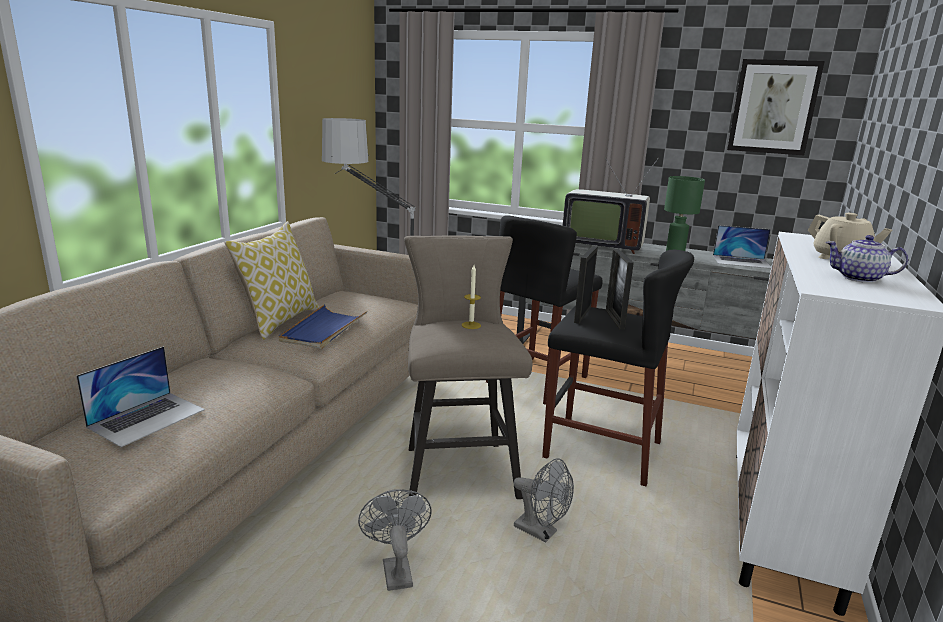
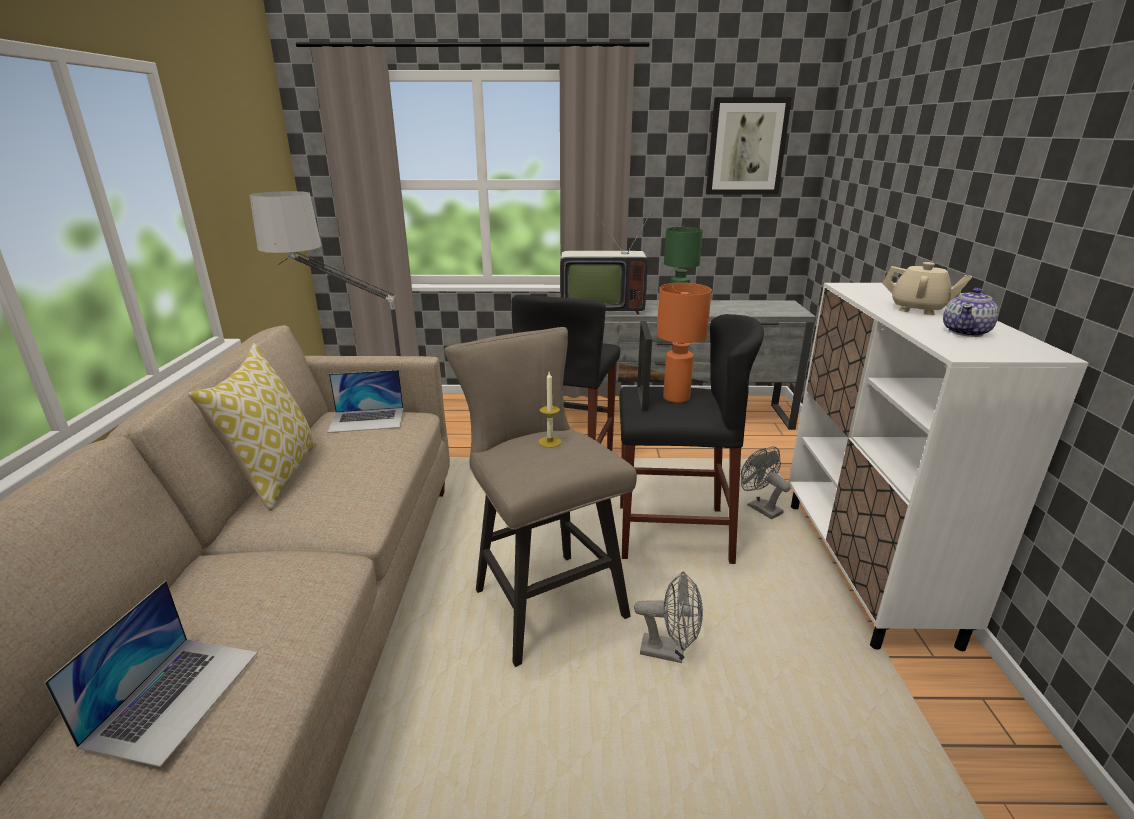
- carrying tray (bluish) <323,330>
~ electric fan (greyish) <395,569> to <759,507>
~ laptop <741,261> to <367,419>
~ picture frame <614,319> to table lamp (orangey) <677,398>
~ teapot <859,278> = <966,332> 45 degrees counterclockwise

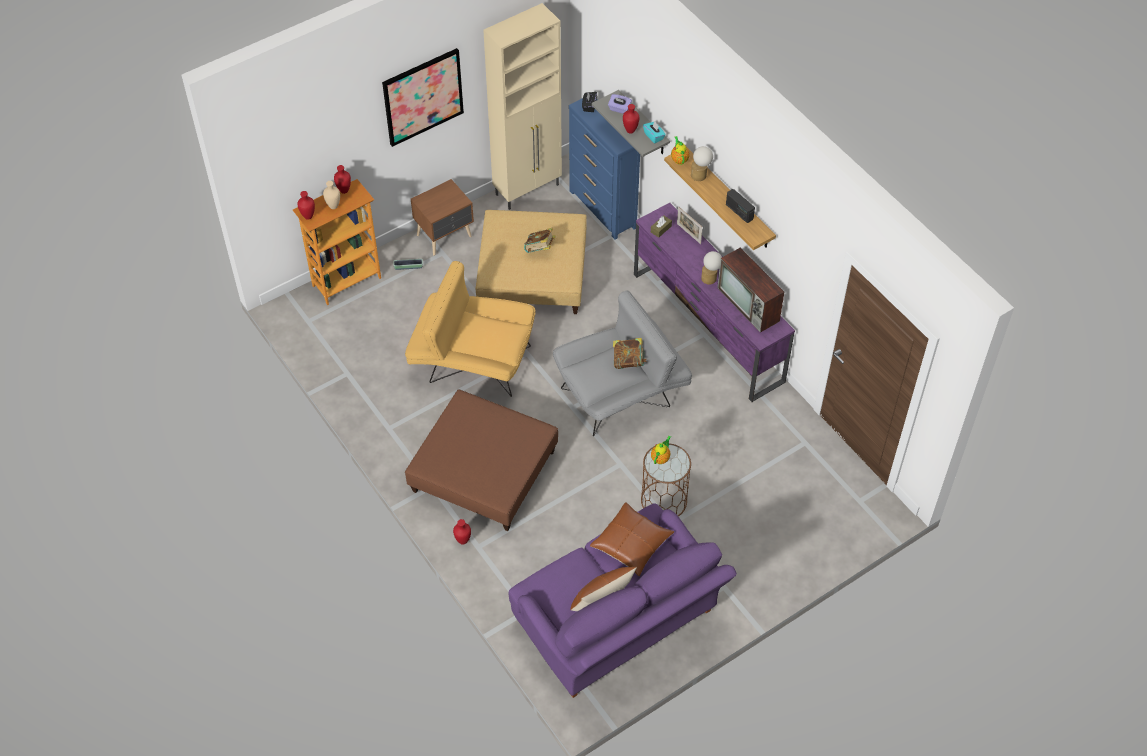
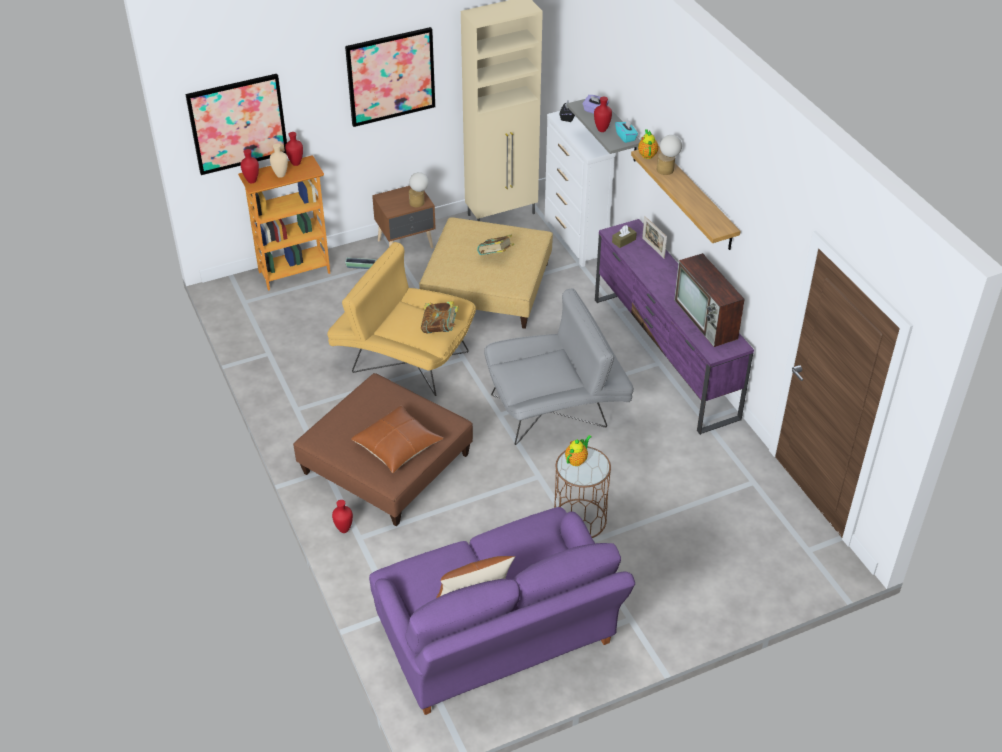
- radio receiver <739,212>
+ wall art <237,123>
~ pillow (brown-coloured) <631,544> to <397,446>
~ volume <629,361> to <440,328>
~ table lamp <710,277> to <419,202>
~ chest of drawers (bluish) <603,209> to chest of drawers (whitish) <575,239>

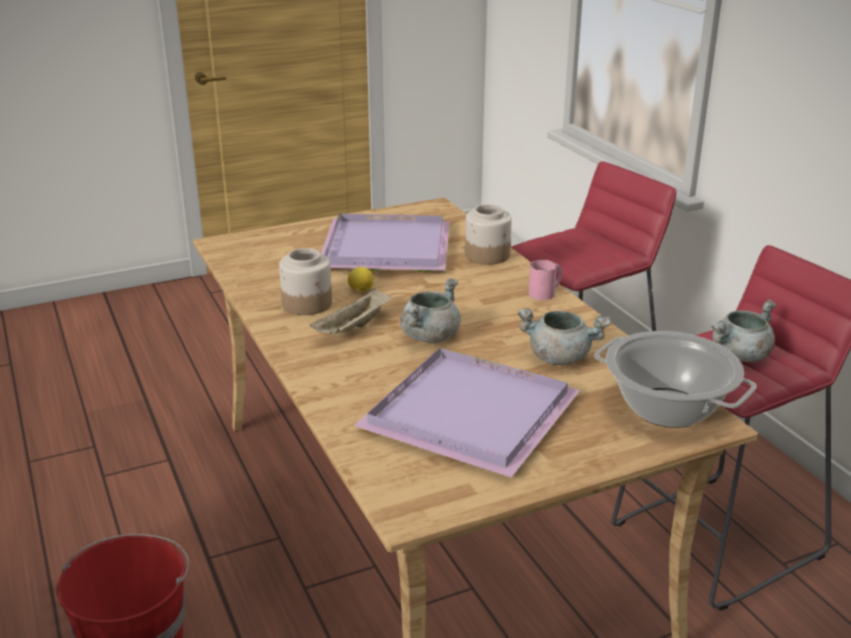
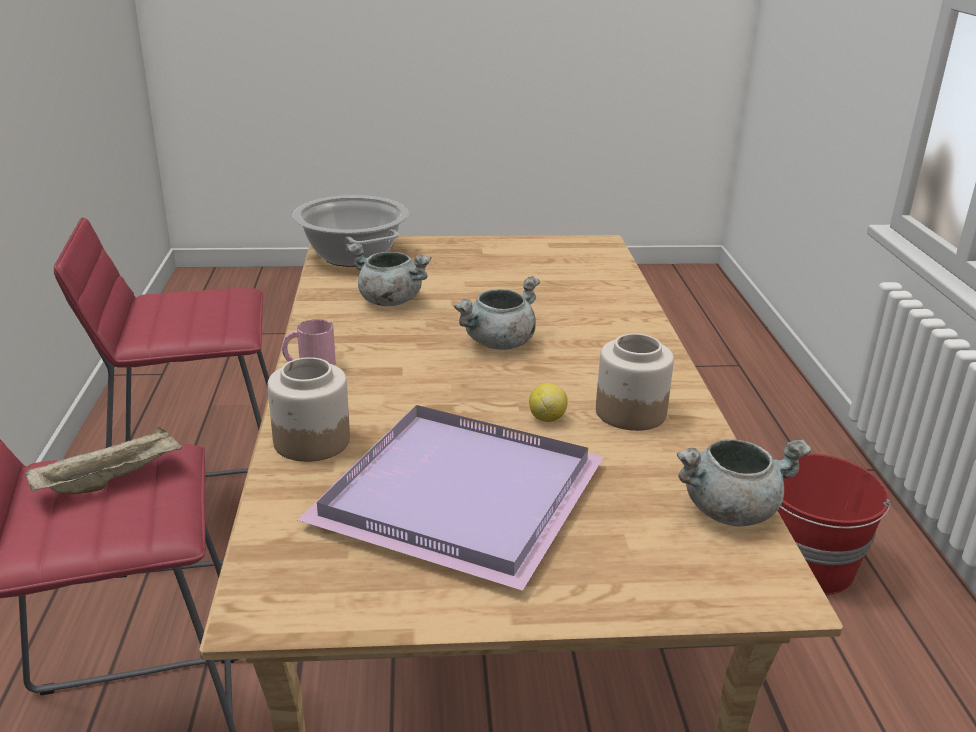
- carrying tray (purple-coloured) <465,415>
~ carrying tray (beige-coloured) <353,328> to <111,480>
~ saucepot (greyish) <740,355> to <731,509>

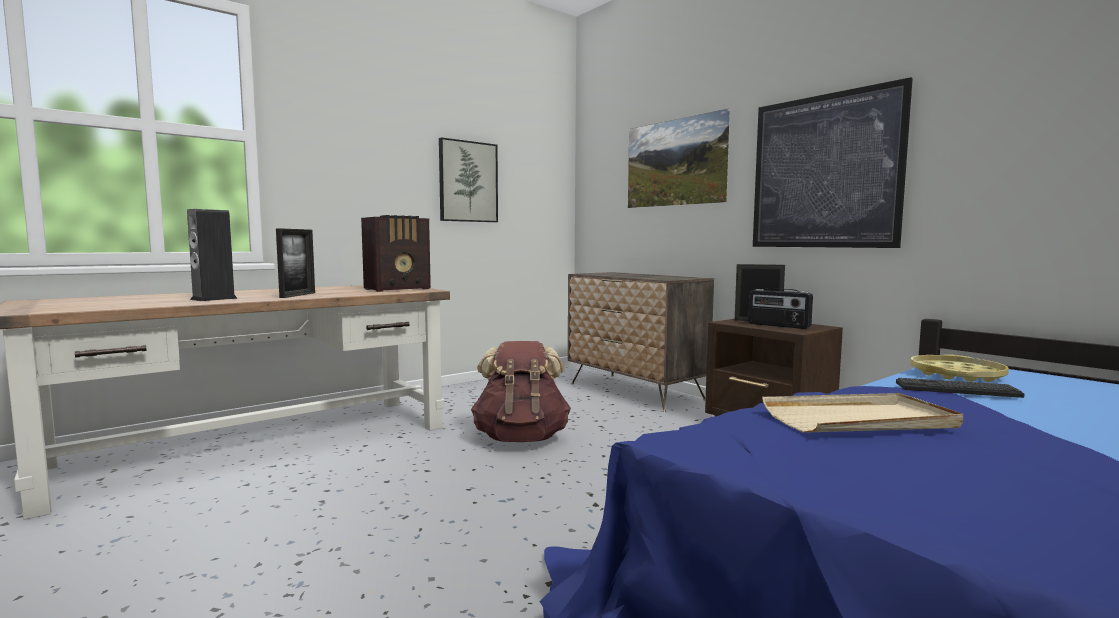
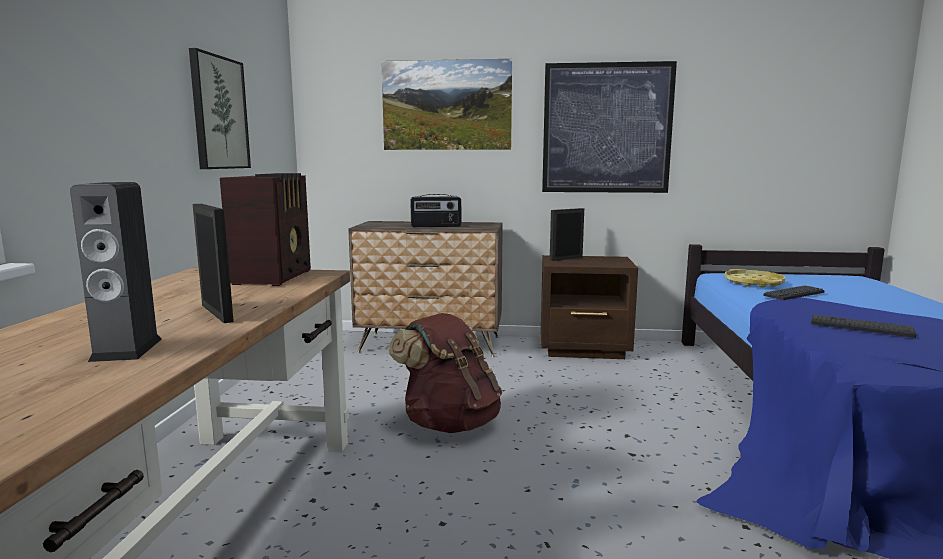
~ radio receiver <778,326> to <436,226>
~ carrying tray (beige-coloured) <860,420> to keyboard <861,327>

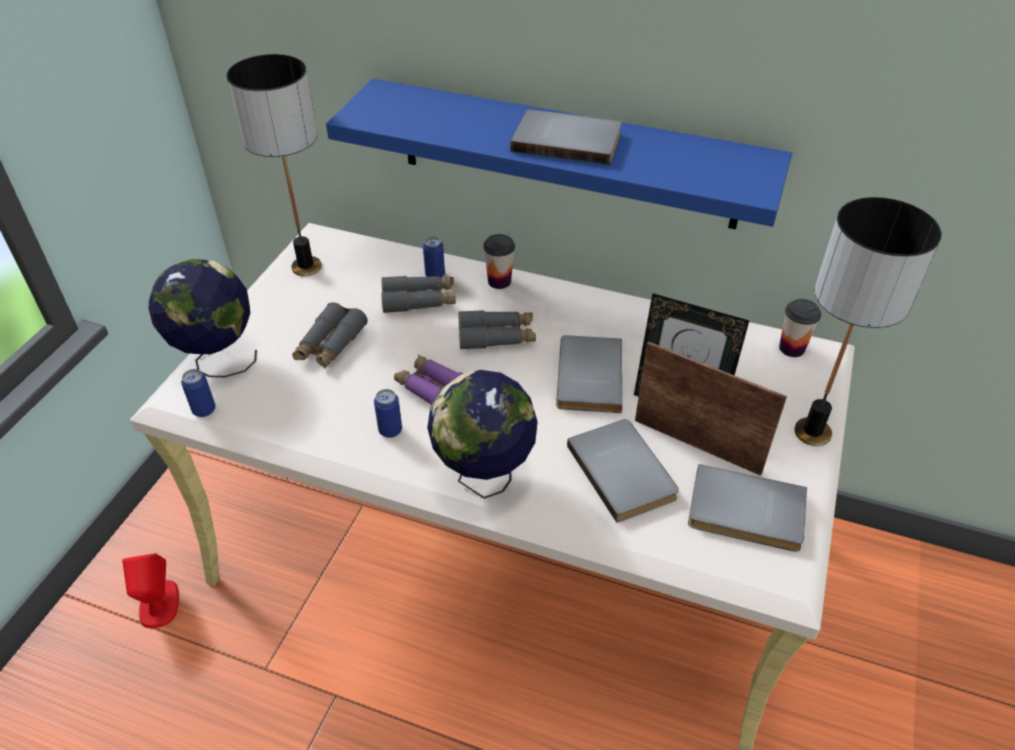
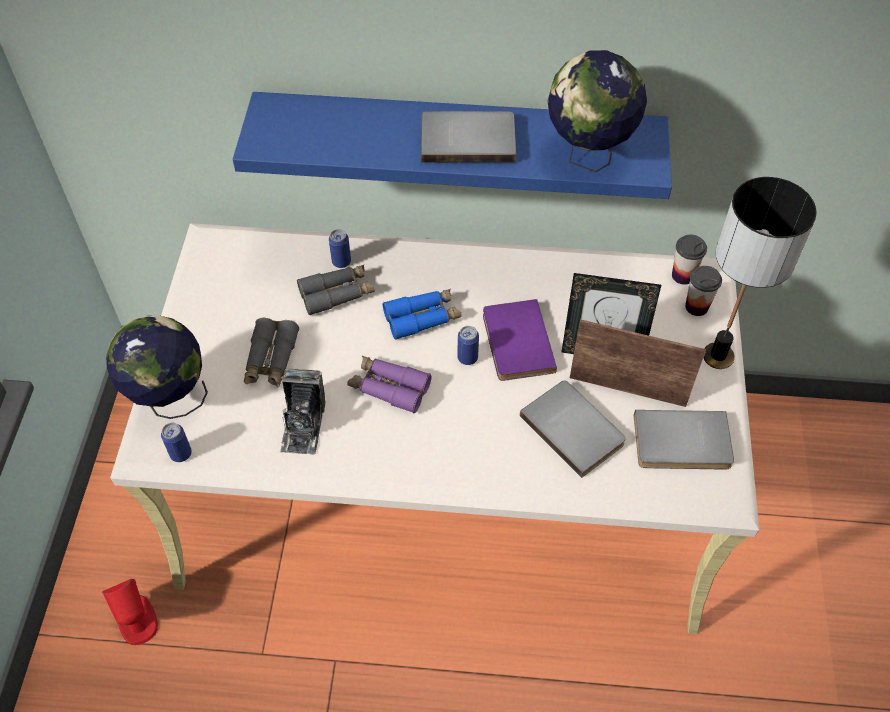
- table lamp <306,266>
+ photo camera <303,425>
~ metal can <390,430> to <467,358>
~ world globe <484,478> to <588,157>
~ small cup <499,281> to <696,307>
~ field glasses (greyish) <496,336> to field glasses (bluish) <422,318>
~ volume (greyish) <586,376> to volume (purple-coloured) <515,342>

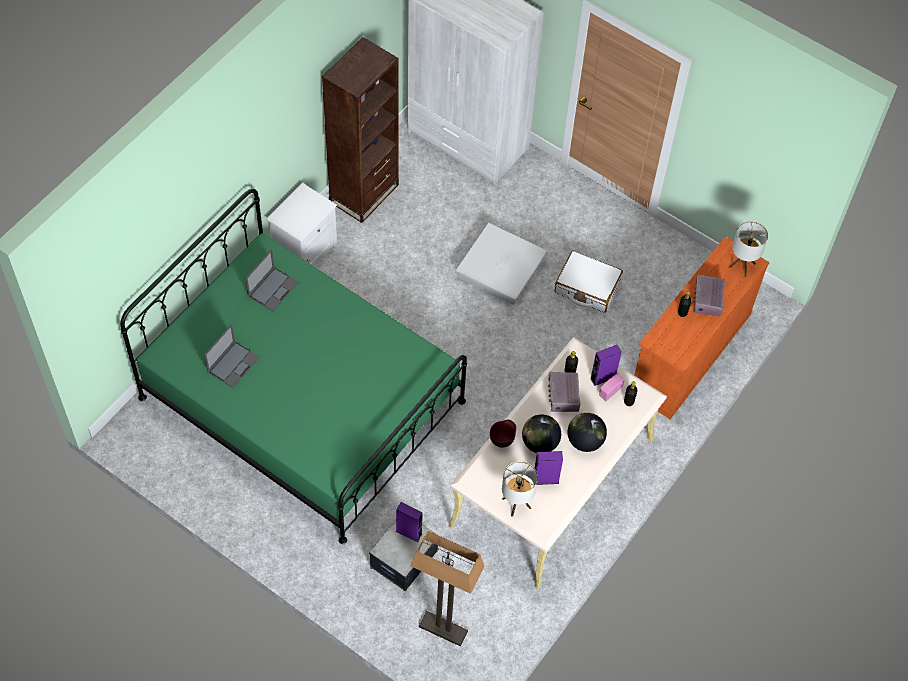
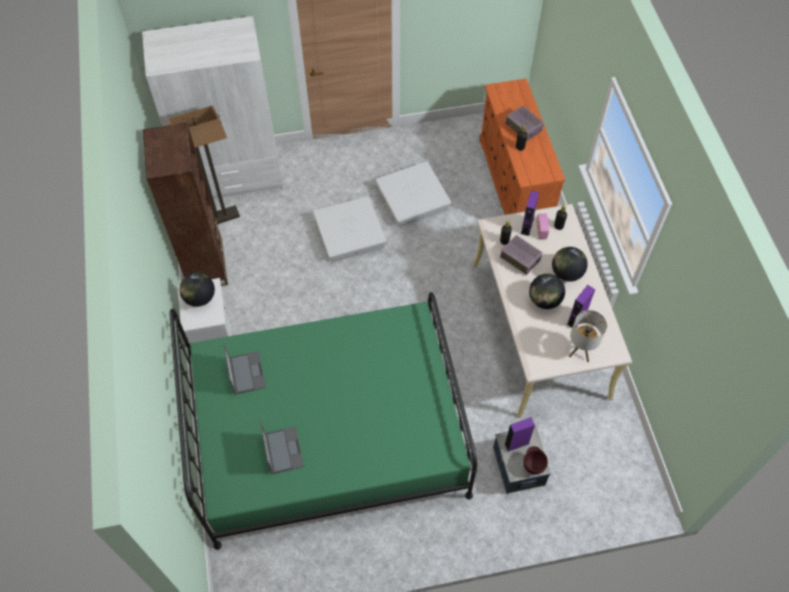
- table lamp <742,265>
+ world globe <200,298>
~ standing lamp <442,629> to <221,217>
~ bowl (brown-coloured) <502,440> to <533,465>
~ piece of luggage (whitish) <587,287> to storage container (whitish) <413,198>

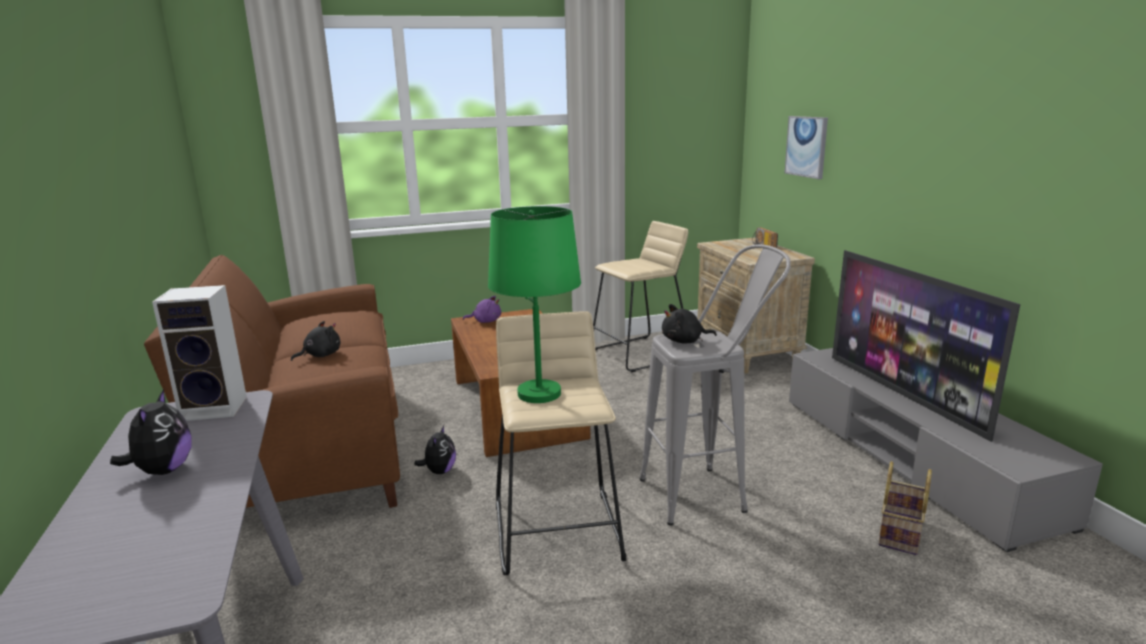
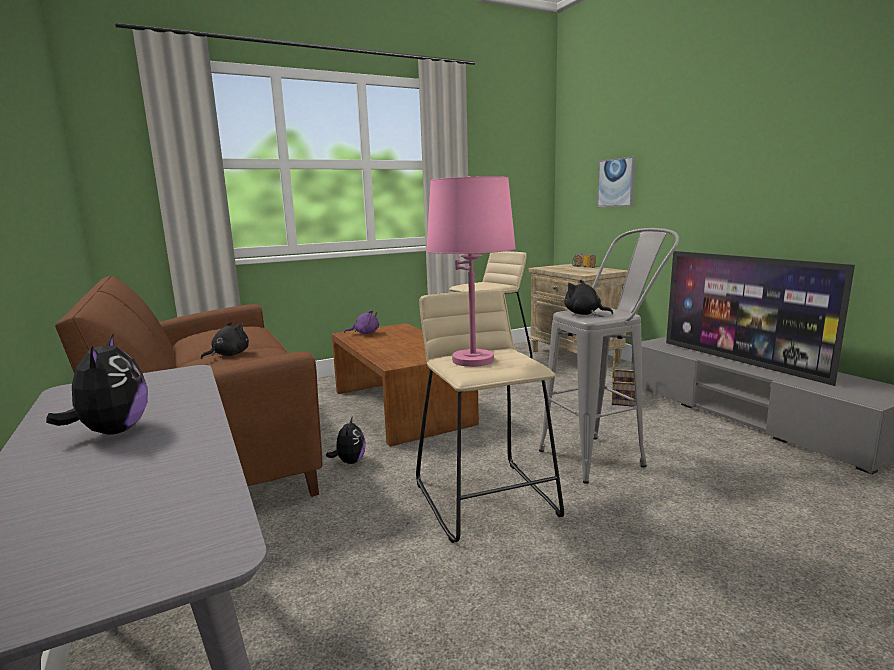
- loudspeaker <217,408>
~ basket <901,534> to <624,399>
~ table lamp (greenish) <540,394> to table lamp (pinkish) <473,360>
~ soft toy (black) <684,341> = <584,314> 60 degrees clockwise

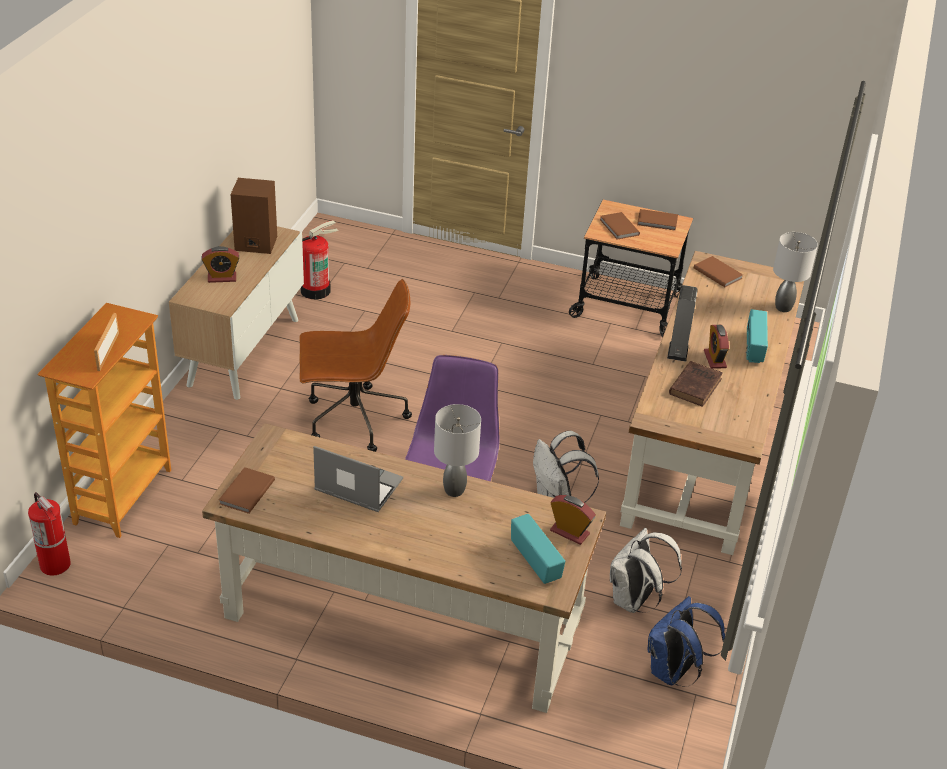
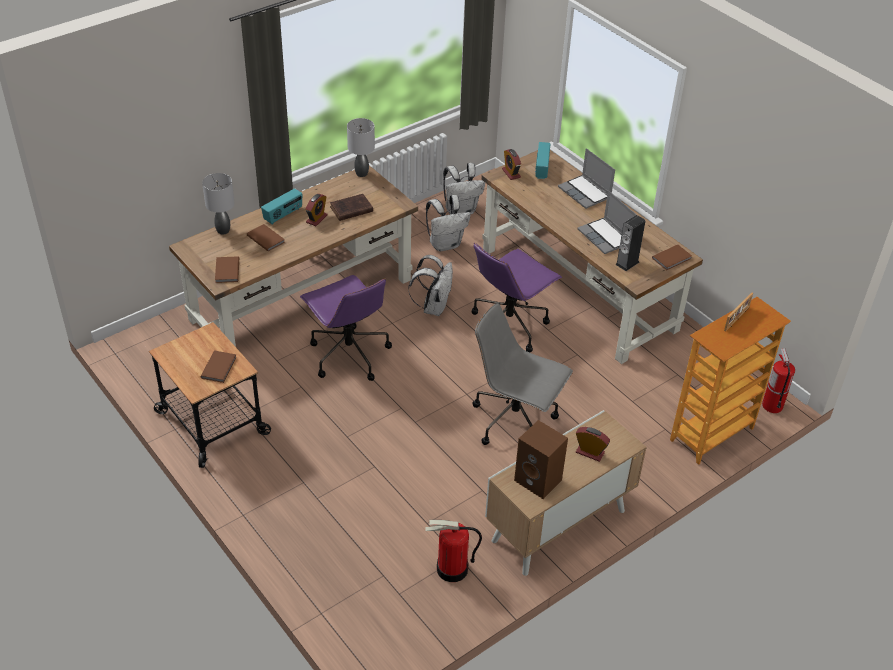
+ office chair (purple-coloured) <348,354>
+ laptop <585,193>
~ table lamp (greyish) <453,490> to <362,173>
~ volume (brown-coloured) <657,222> to <266,238>
~ loudspeaker <677,351> to <627,263>
~ office chair (brown-coloured) <353,420> to office chair (greyish) <515,421>
~ backpack (bluish) <673,672> to backpack (whitish) <461,210>

